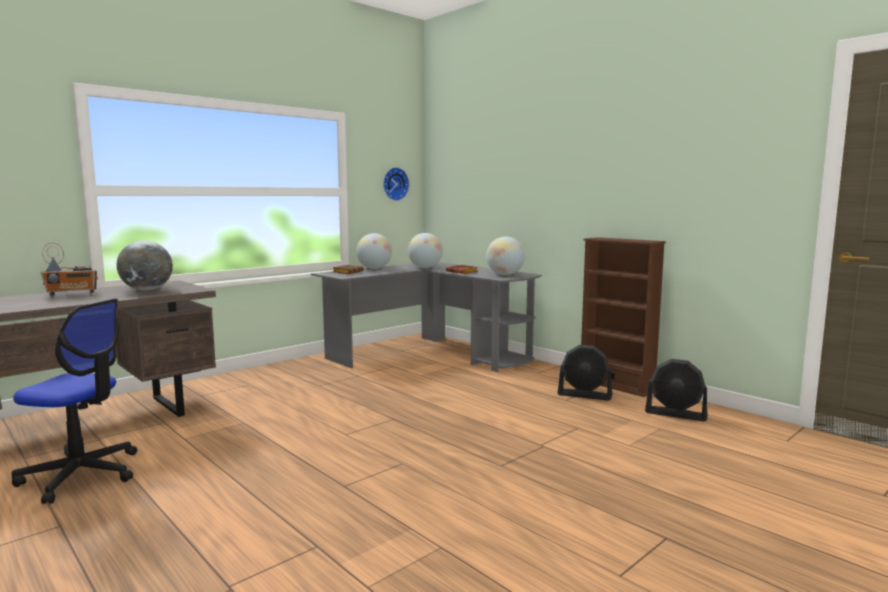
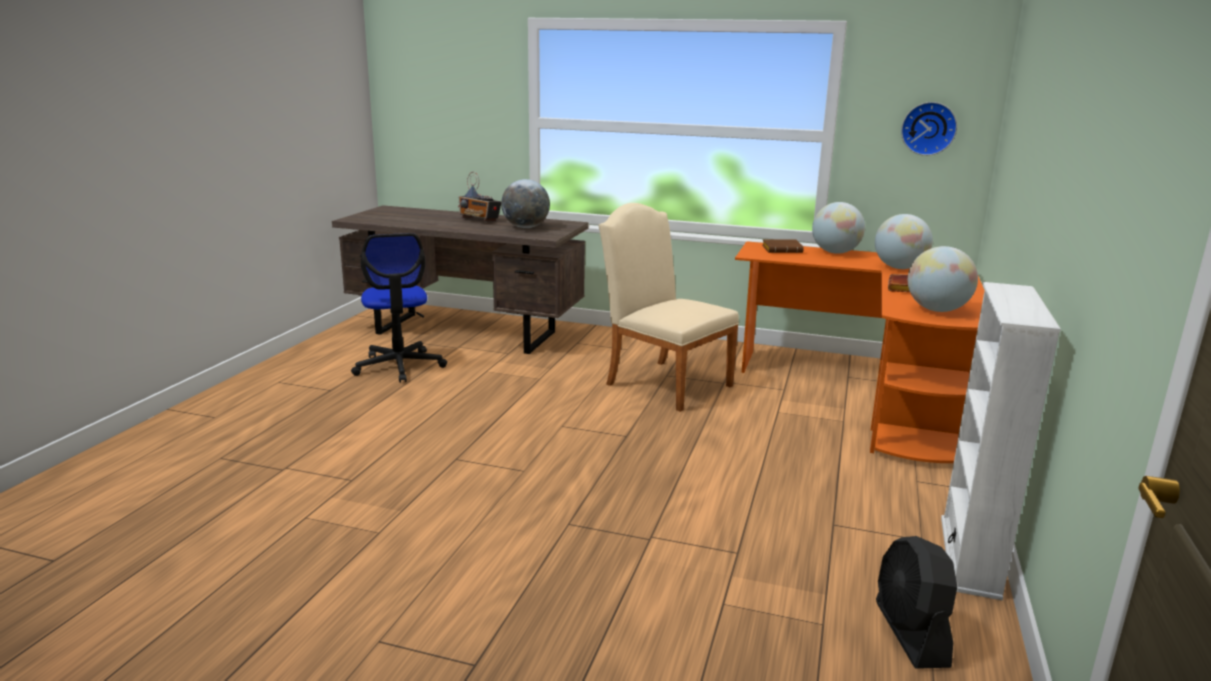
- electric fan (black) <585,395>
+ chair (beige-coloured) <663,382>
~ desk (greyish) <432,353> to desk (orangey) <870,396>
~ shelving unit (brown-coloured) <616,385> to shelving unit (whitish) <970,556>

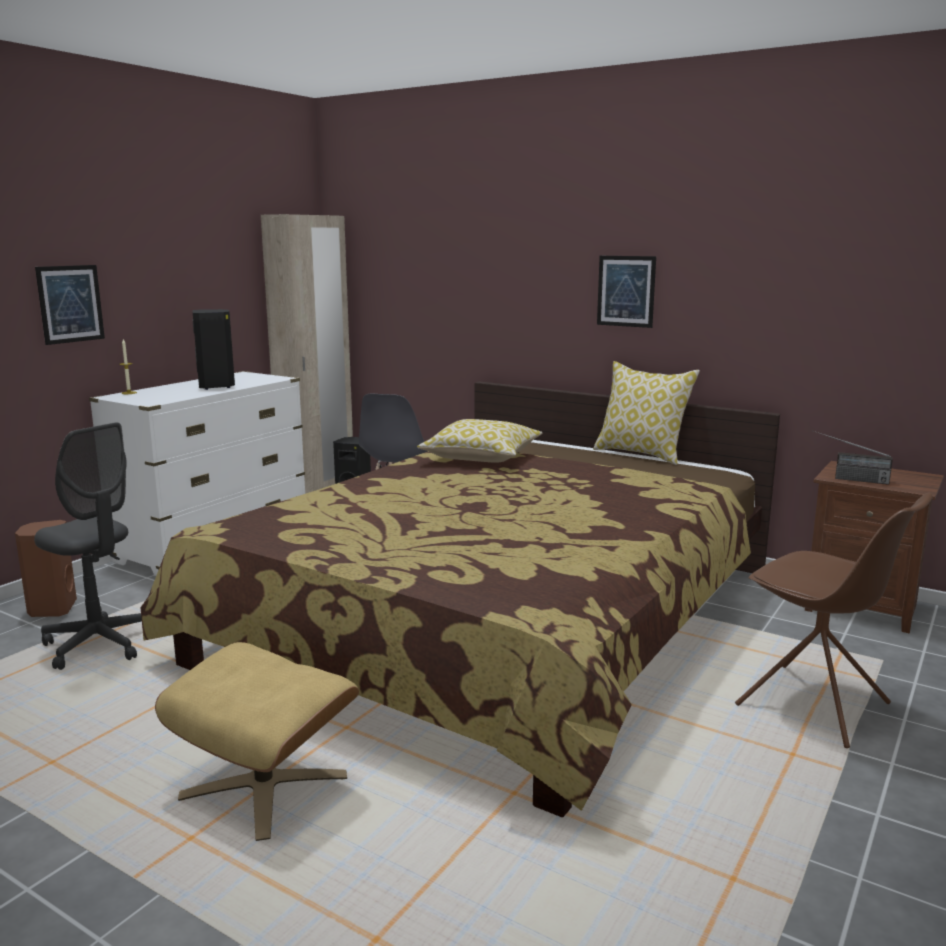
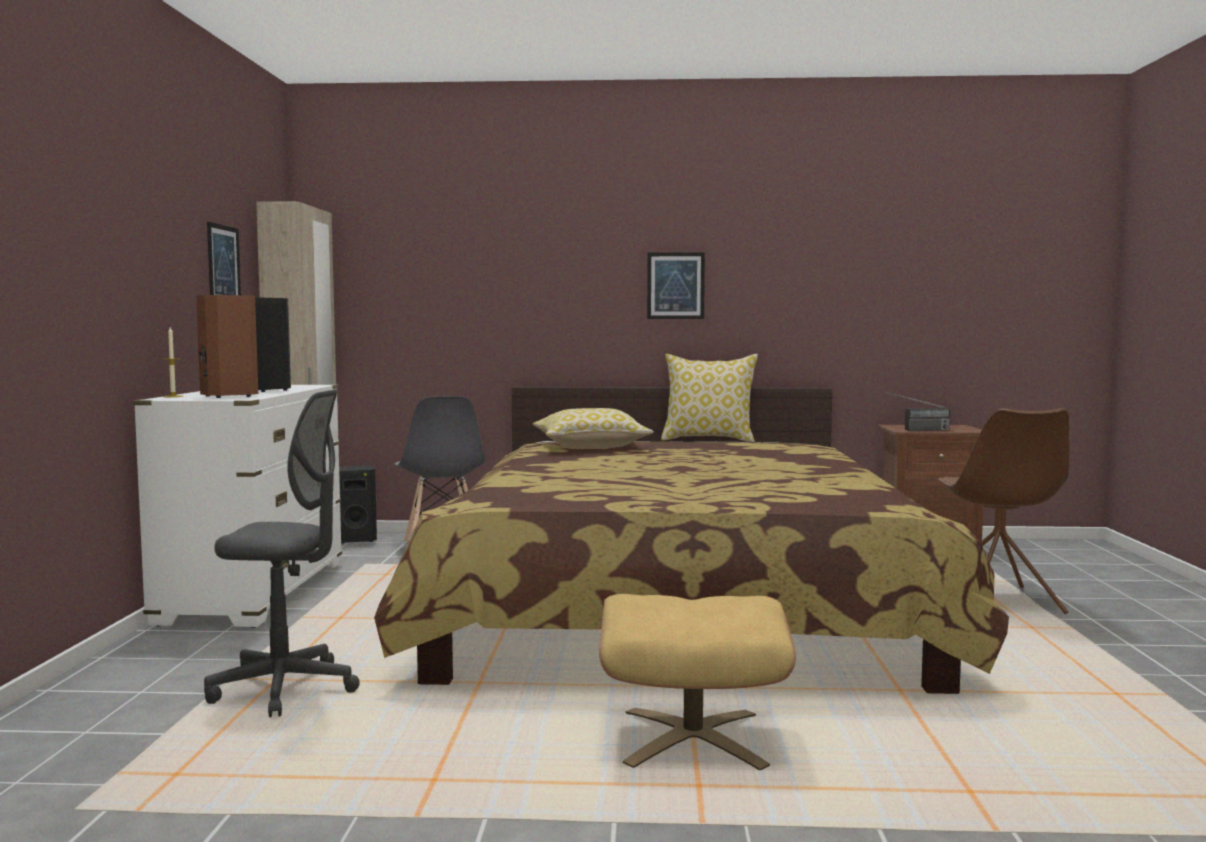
~ loudspeaker (brown-coloured) <51,609> to <227,396>
~ wall art <70,304> to <223,264>
~ chair (brown-coloured) <815,706> = <997,601> 75 degrees clockwise

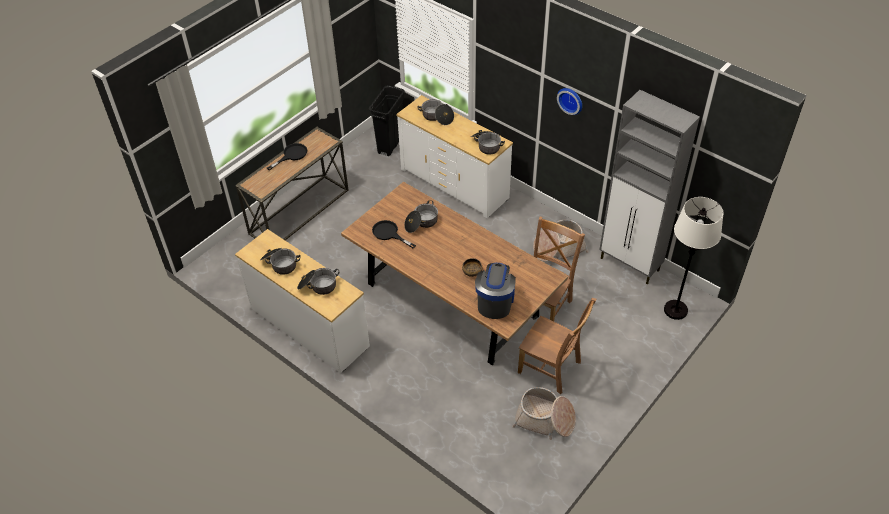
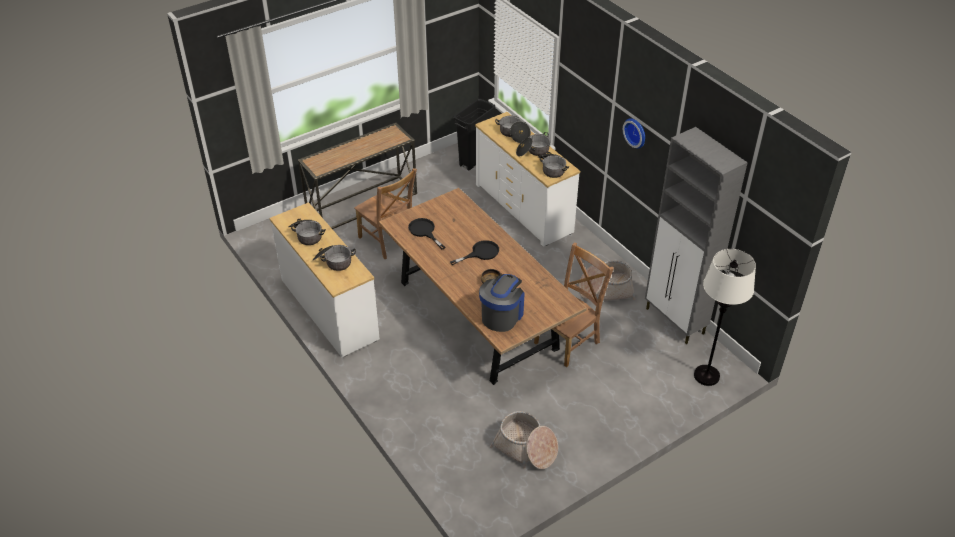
~ skillet (black) <291,155> to <480,253>
~ saucepot <421,223> to <533,151>
~ chair (brown-coloured) <551,369> to <388,240>

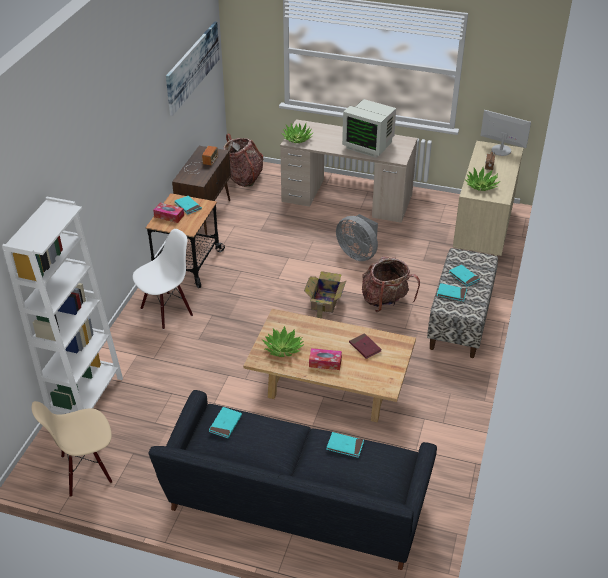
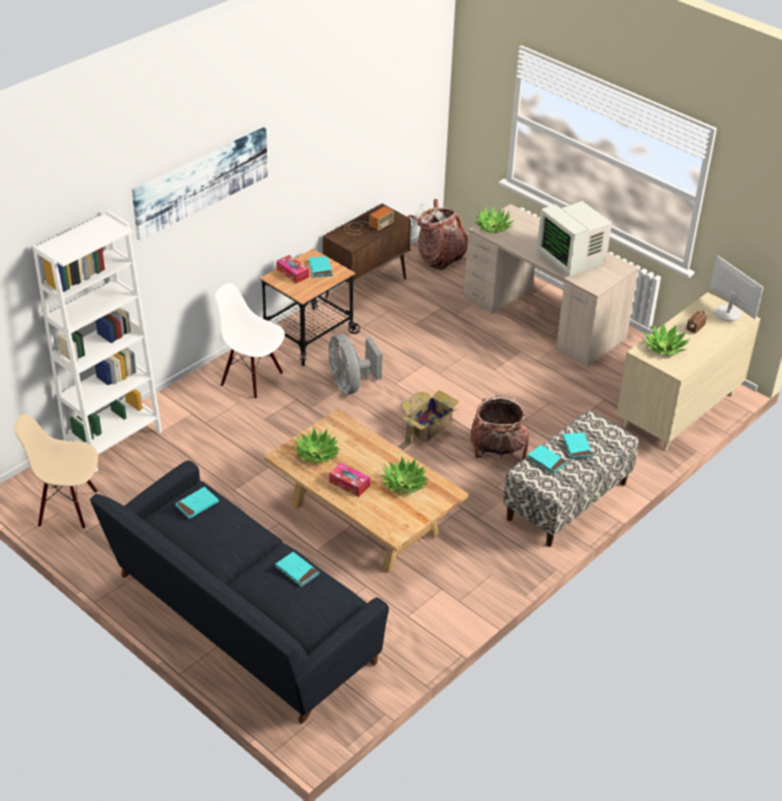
~ wall art <193,66> to <201,181>
~ electric fan (greyish) <358,254> to <350,384>
~ volume (reddish) <365,347> to houseplant <404,483>
~ chair (whitish) <166,311> = <252,379> 135 degrees counterclockwise

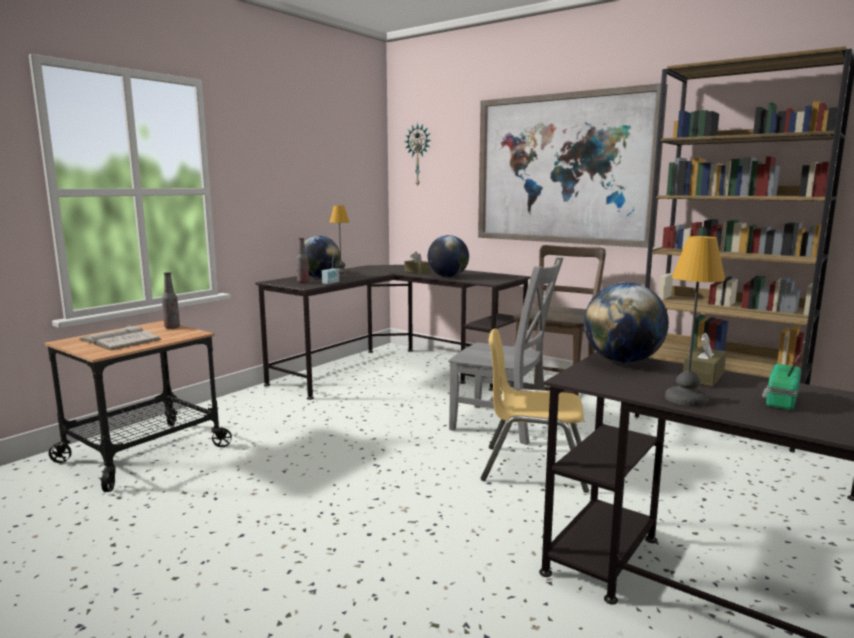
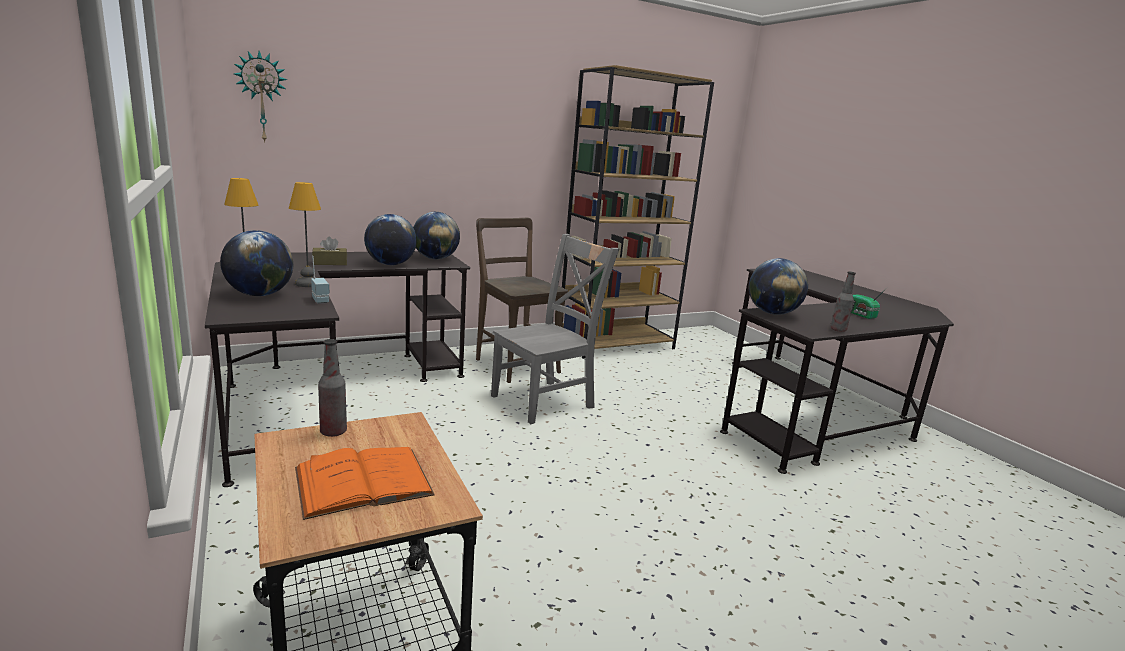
- wall art <564,169>
- chair (yellowish) <534,467>
- box of tissues (brown-coloured) <703,377>
+ world globe <435,258>
~ bottle <303,282> to <838,330>
~ table lamp <685,398> to <307,283>
~ volume (whitish) <120,340> to volume (orangey) <363,481>

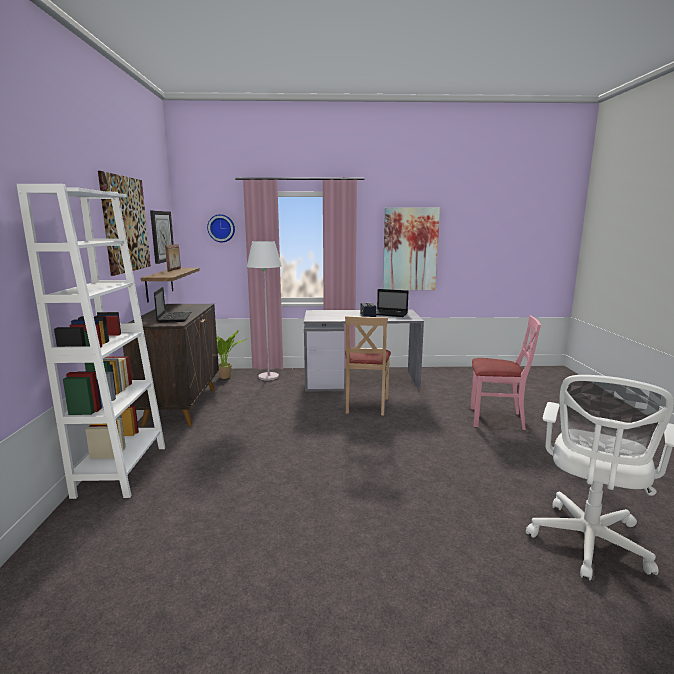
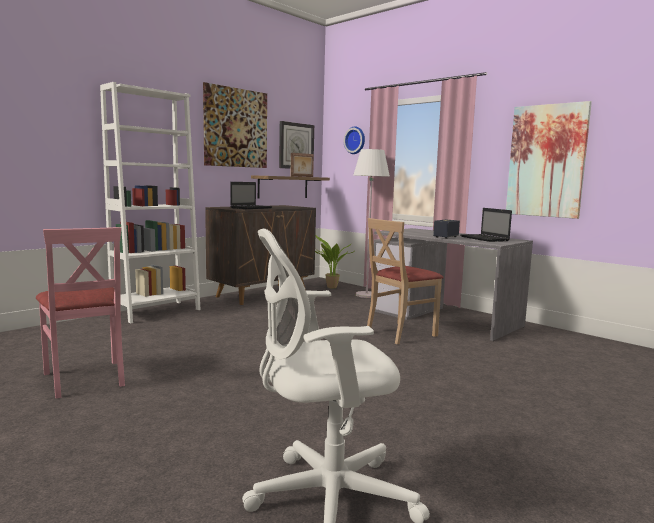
~ chair (pinkish) <496,419> to <85,378>

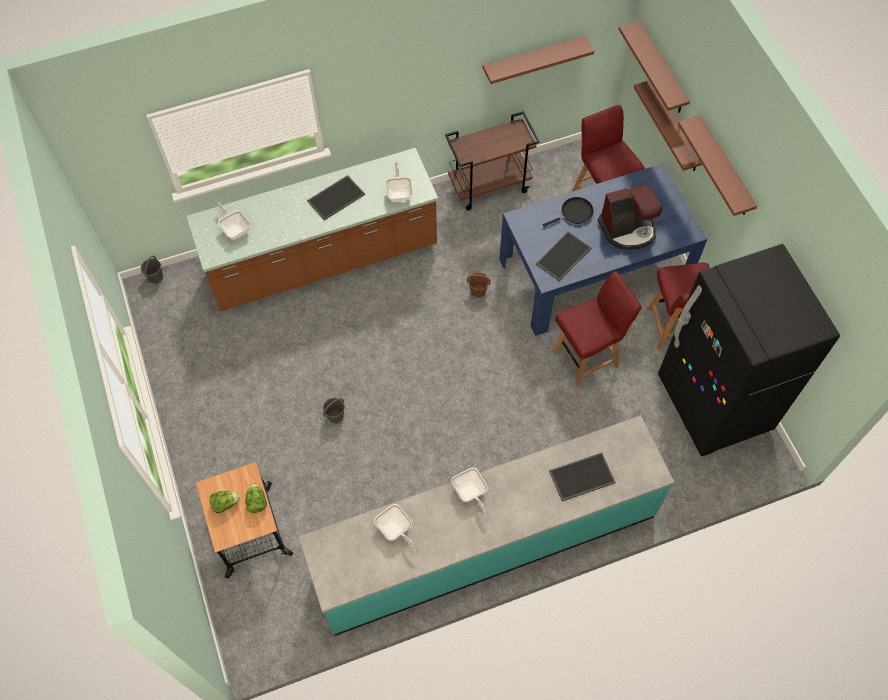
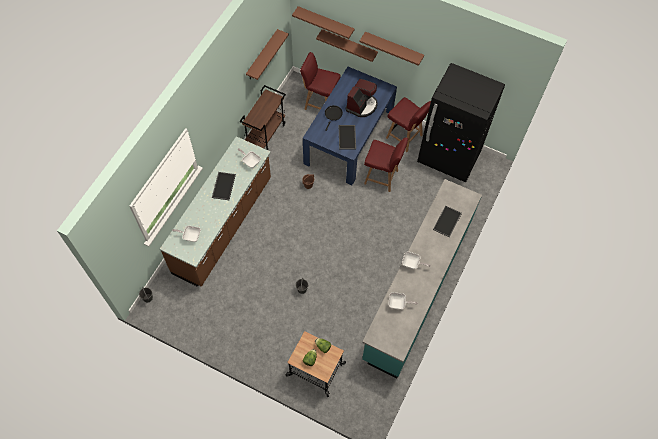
~ chair (reddish) <587,357> = <382,177> 90 degrees clockwise

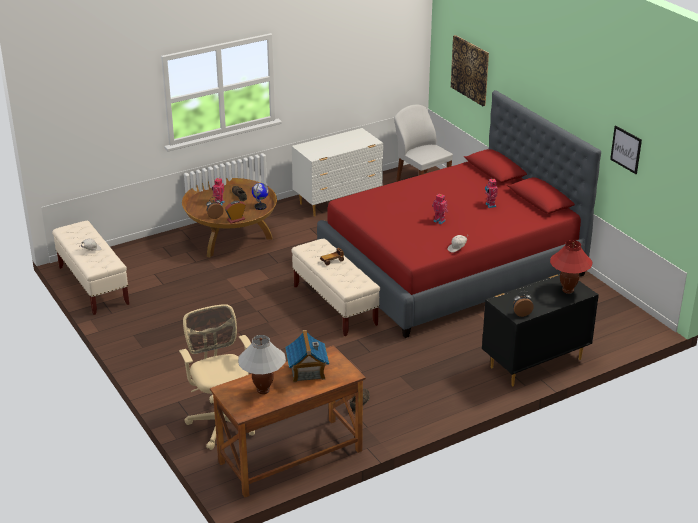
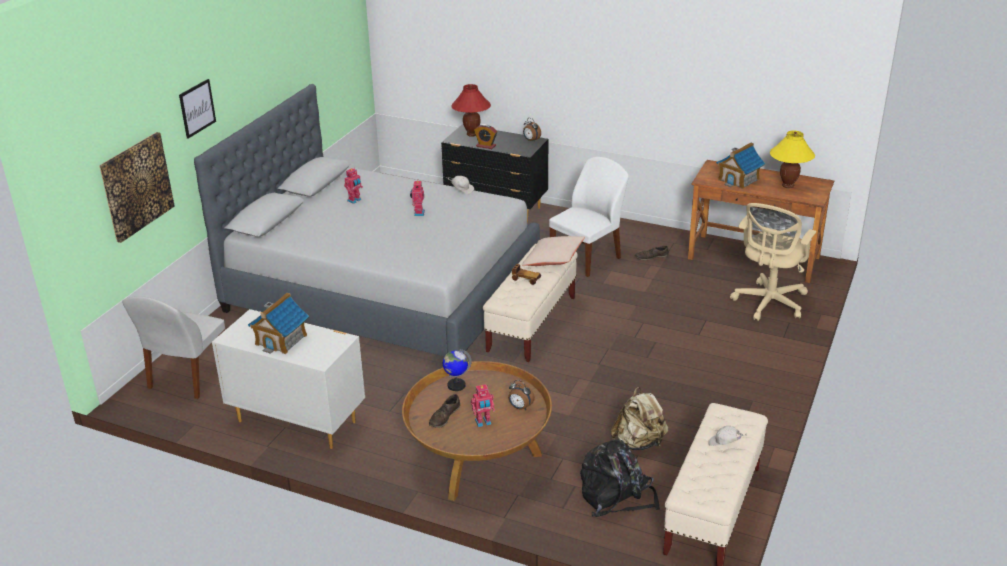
+ miniature house <281,339>
+ pillow (beige-coloured) <553,260>
+ chair (whitish) <587,258>
+ backpack (black) <616,497>
+ backpack (beige-coloured) <638,443>
~ table clock <236,219> to <486,146>
~ wall art <626,149> to <197,108>
~ table lamp (whitish) <263,390> to table lamp (yellowish) <788,186>
~ bedroom bed (reddish) <451,267> to bedroom bed (greyish) <383,290>

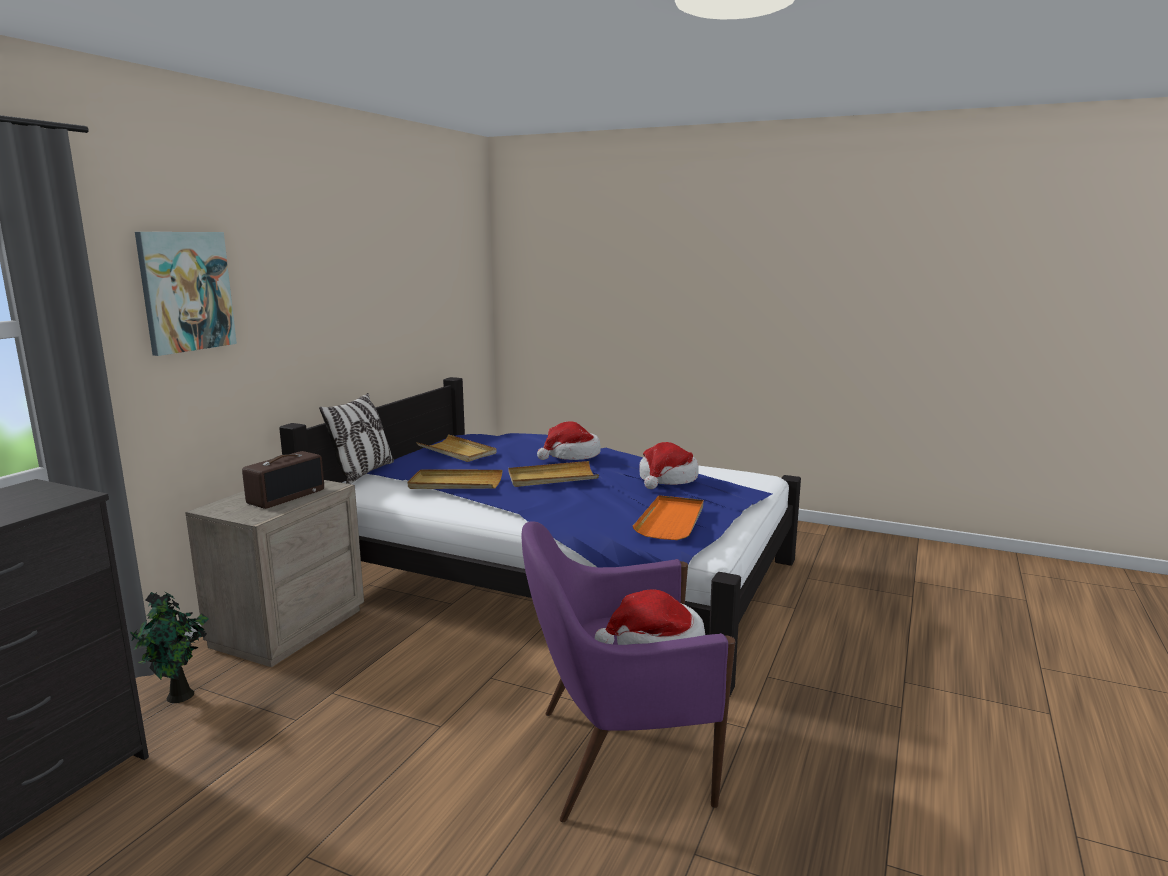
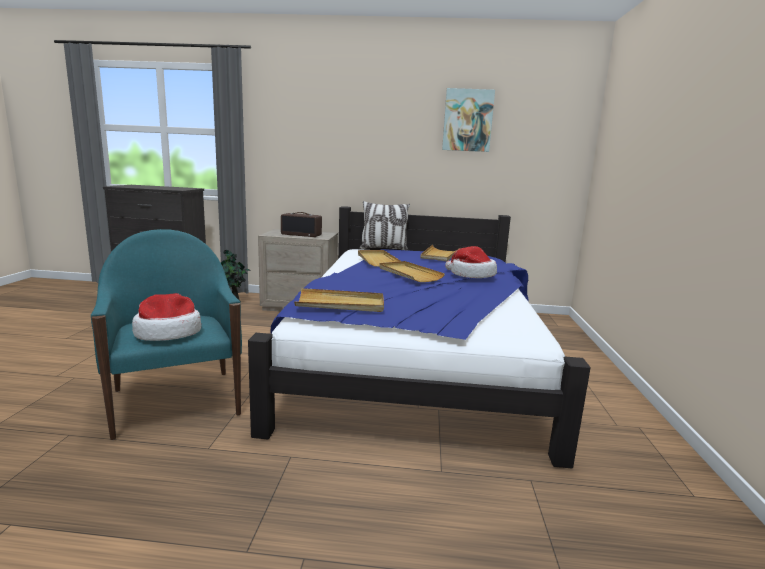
- hat <667,479>
~ wall art <186,291> to <467,120>
~ armchair (purple-coloured) <619,756> to armchair (turquoise) <176,401>
~ carrying tray (orangey) <671,521> to carrying tray (beige-coloured) <341,304>

